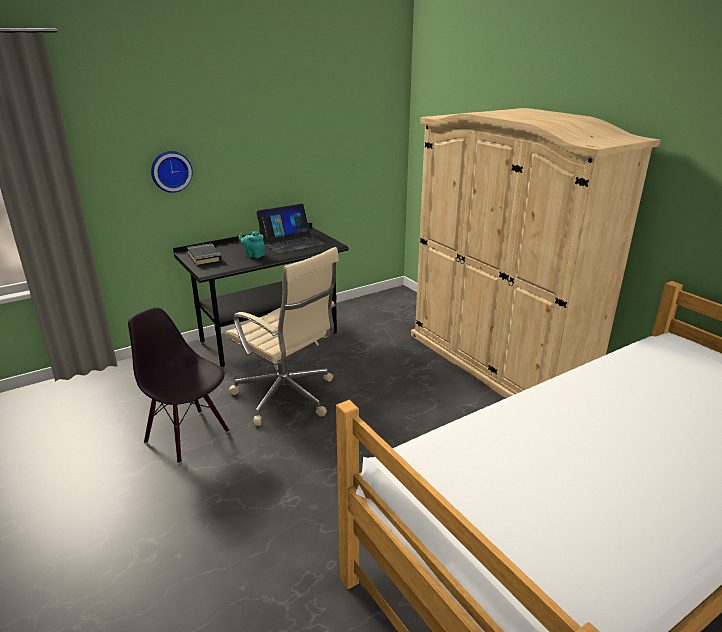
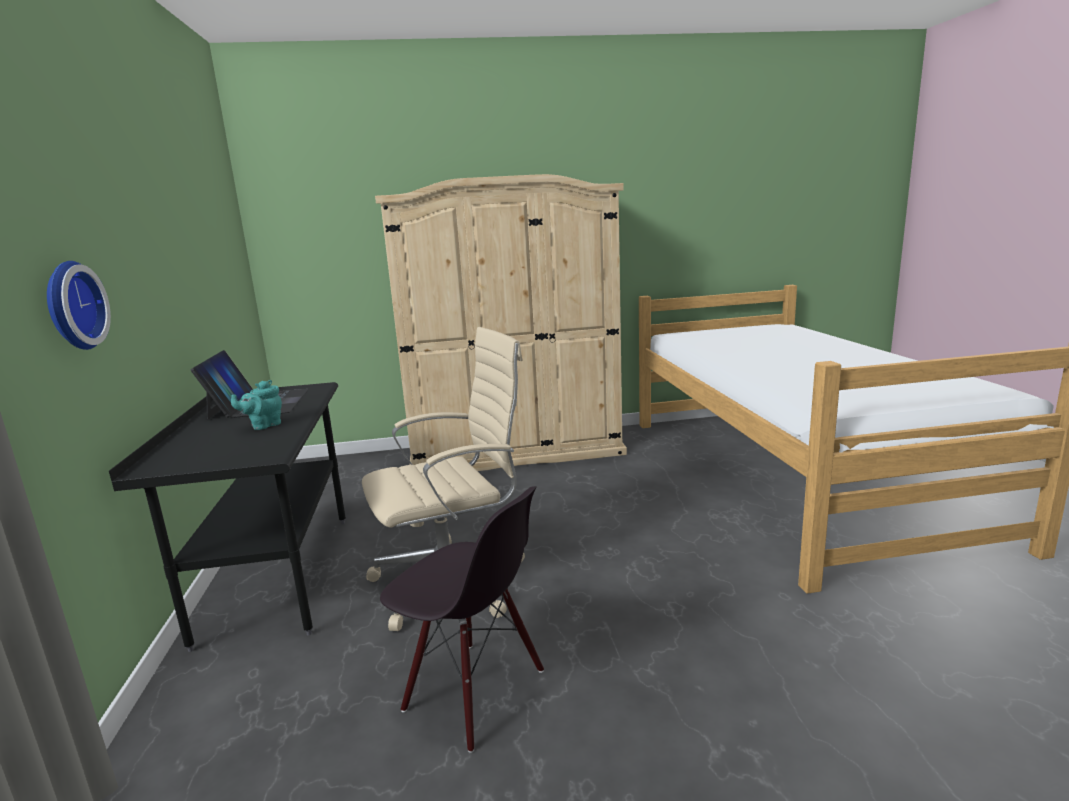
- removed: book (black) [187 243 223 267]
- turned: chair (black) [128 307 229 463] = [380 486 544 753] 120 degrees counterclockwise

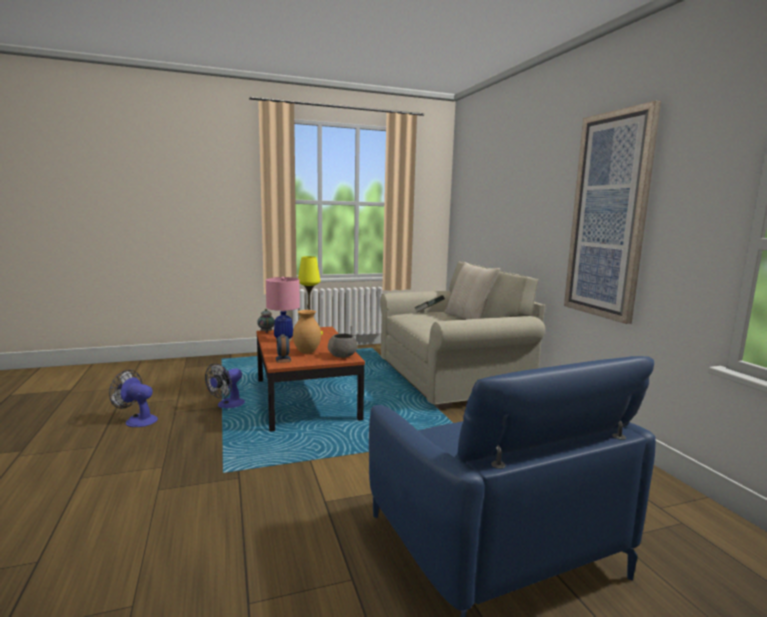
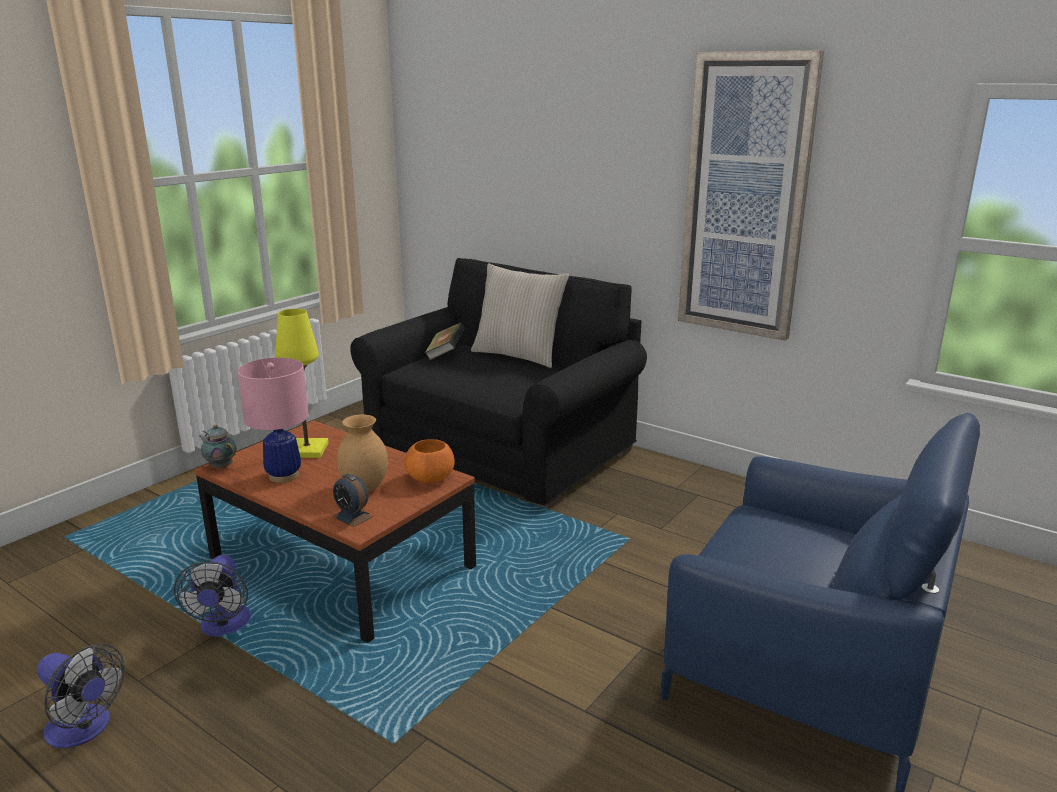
- recoloured: sofa (beige) [380 261 545 410] to sofa (black) [350 258 647 509]
- recoloured: bowl (grey) [328 334 357 358] to bowl (orange) [405 439 455 483]
- turned: fan [109 370 158 427] = [37 644 125 748] 135 degrees counterclockwise

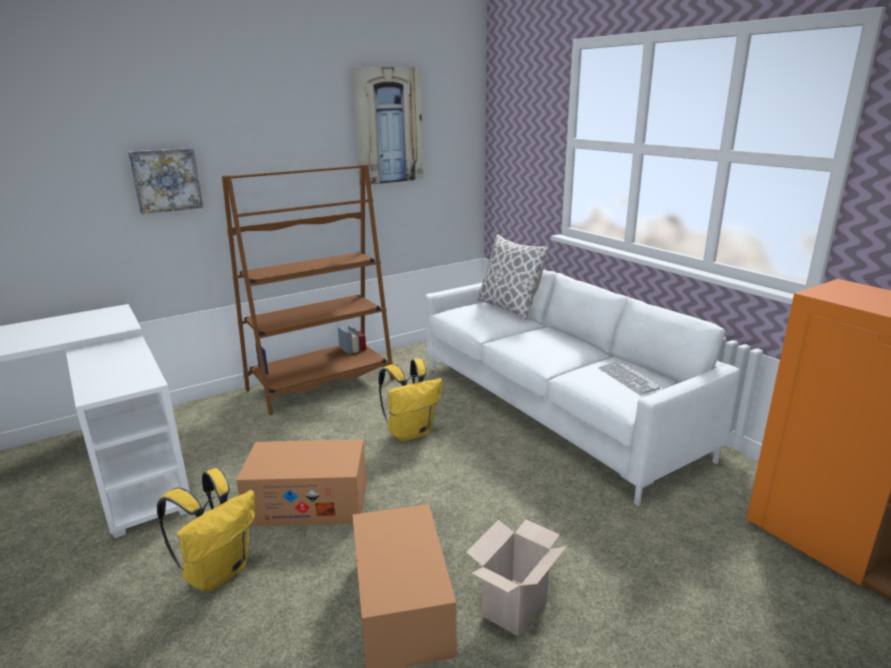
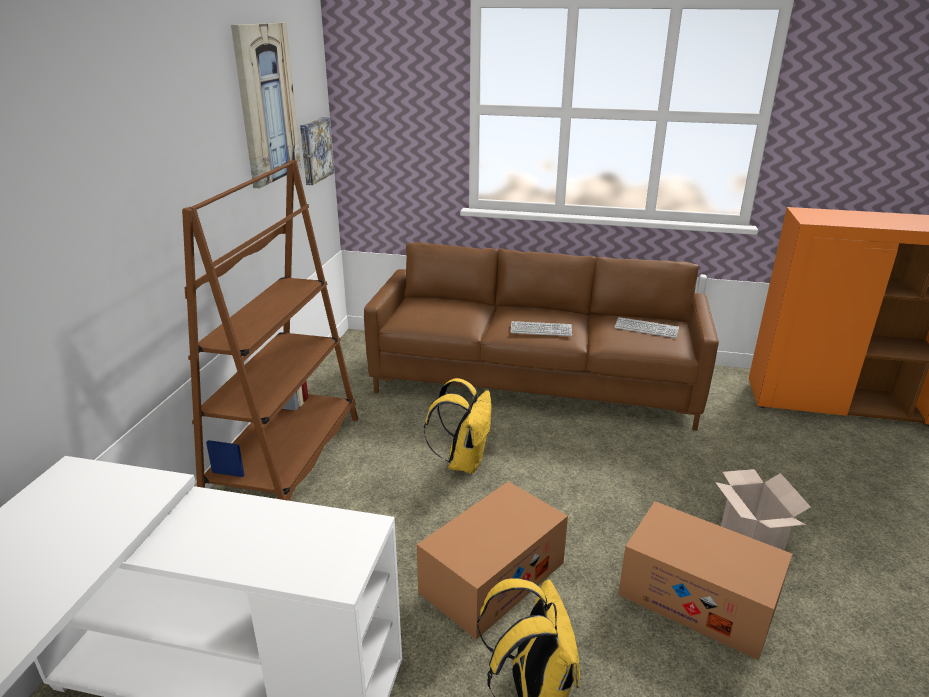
- moved: picture [128 148 203 214] to [300 117 334 185]
- removed: pillow [478 235 549 319]
- recoloured: sofa (white) [425 269 740 506] to sofa (brown) [364 242 719 431]
- added: keyboard [510 321 572 336]

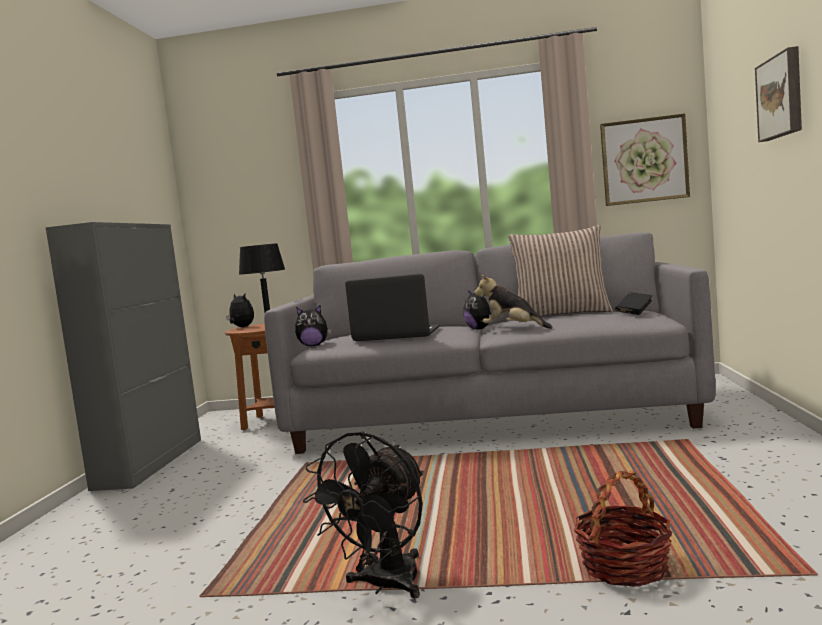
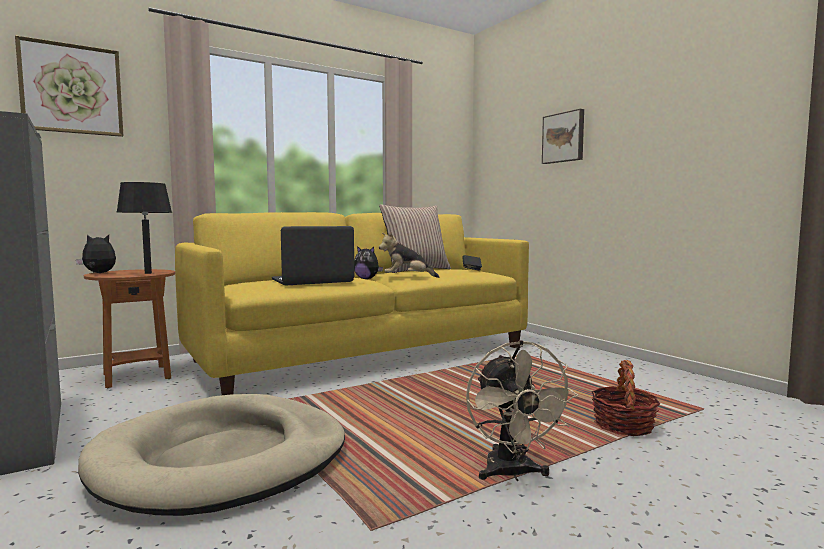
- moved: picture [600 113 690 206] to [15 35 123 137]
- recoloured: sofa (grey) [264 232 715 454] to sofa (yellow) [175 212 529 395]
- removed: plush toy [295 305 331 346]
- recoloured: fan (black) [303 431 424 599] to fan (beige) [466 340 578 481]
- added: dog bed (beige) [78 394 345 516]

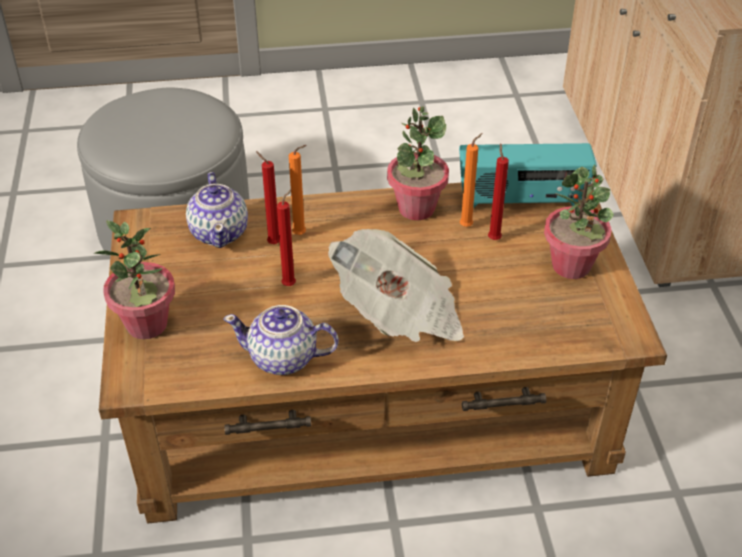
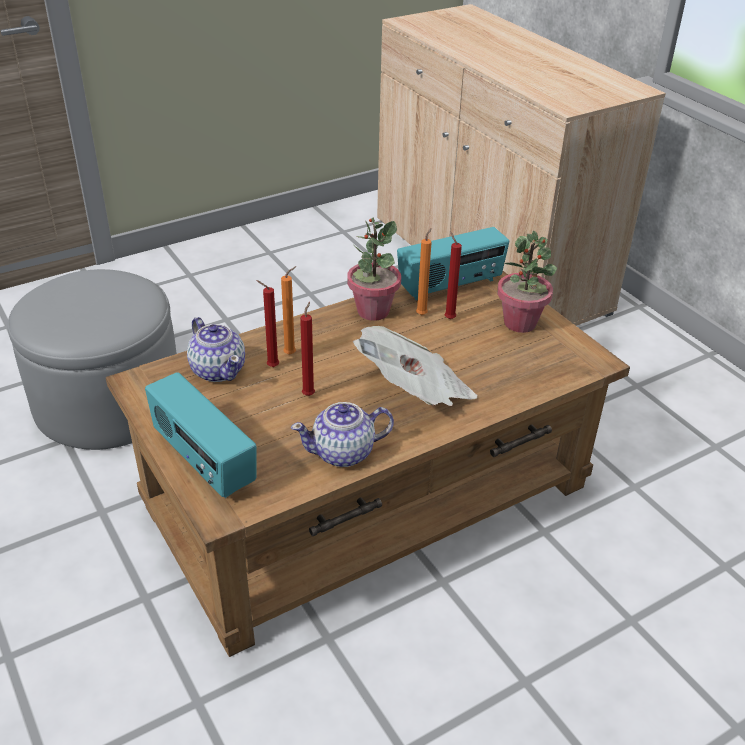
- replaced: potted plant [94 220 175 339] to radio [145 372 257 498]

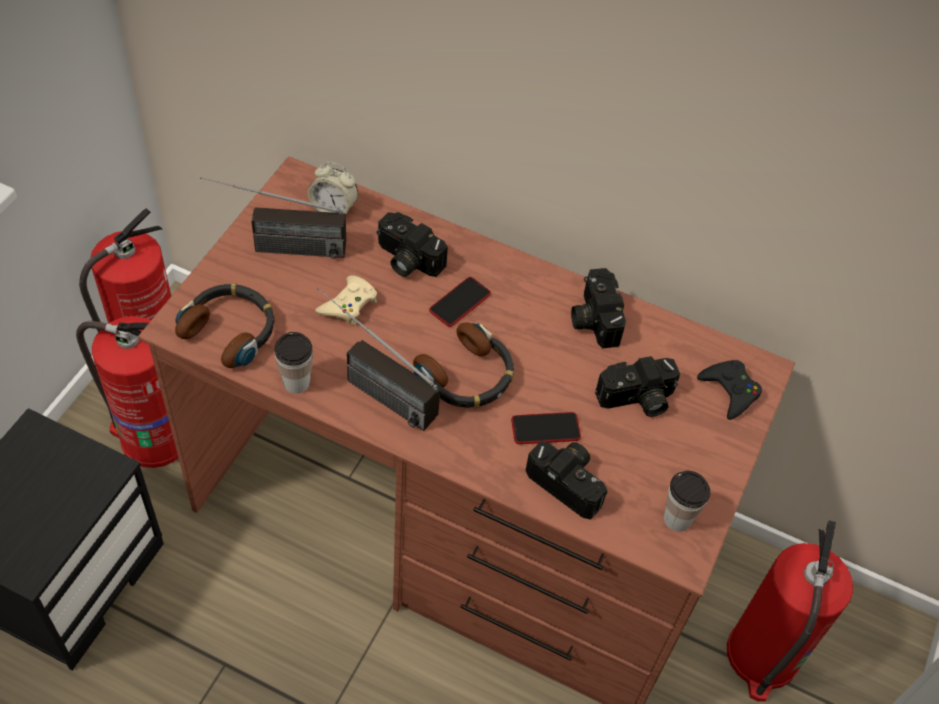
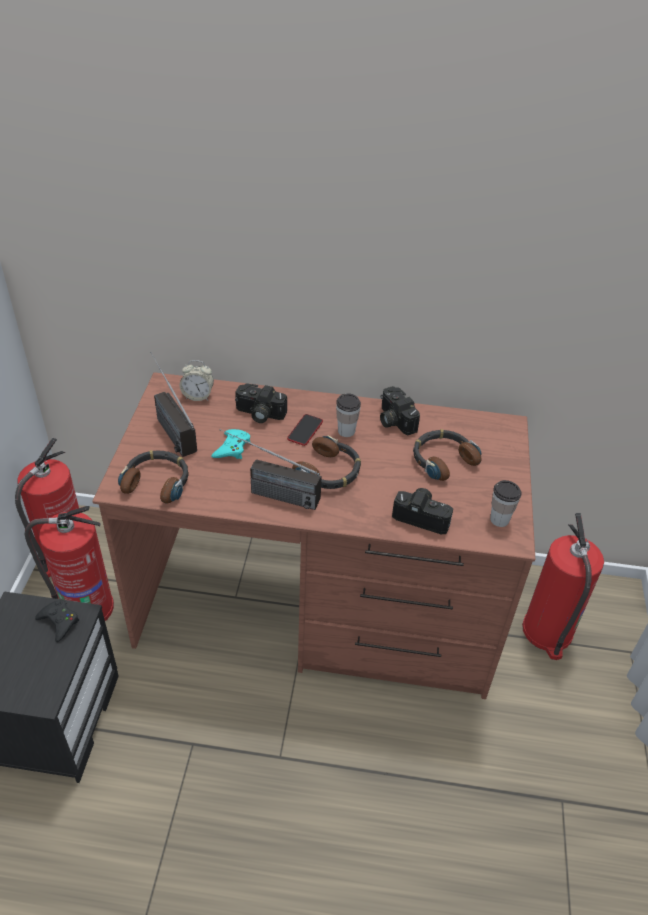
- turned: radio [200 177 346 259] = [150 352 197 457] 75 degrees clockwise
- recoloured: game controller (beige) [315 275 377 325] to game controller (turquoise) [211 429 250 459]
- moved: cup [275 332 313 394] to [336 393 361 437]
- replaced: photo camera [595 356 680 417] to headphones [413 429 481 481]
- moved: game controller (black) [697 360 762 420] to [35 599 79 642]
- removed: phone [511 412 581 444]

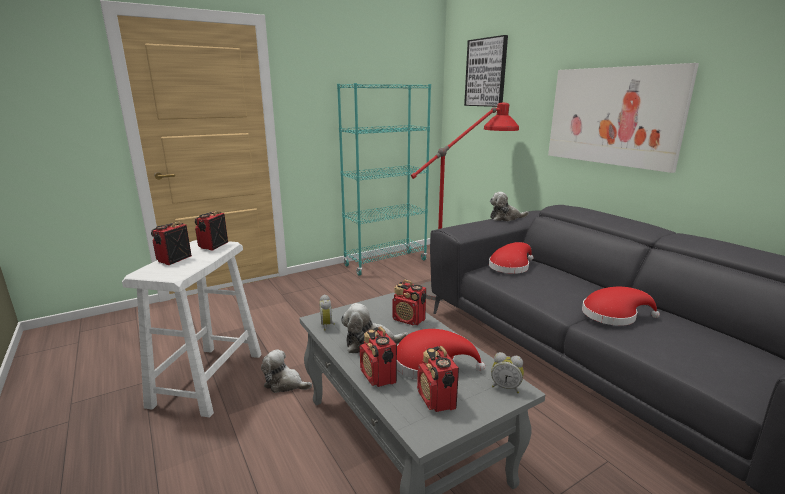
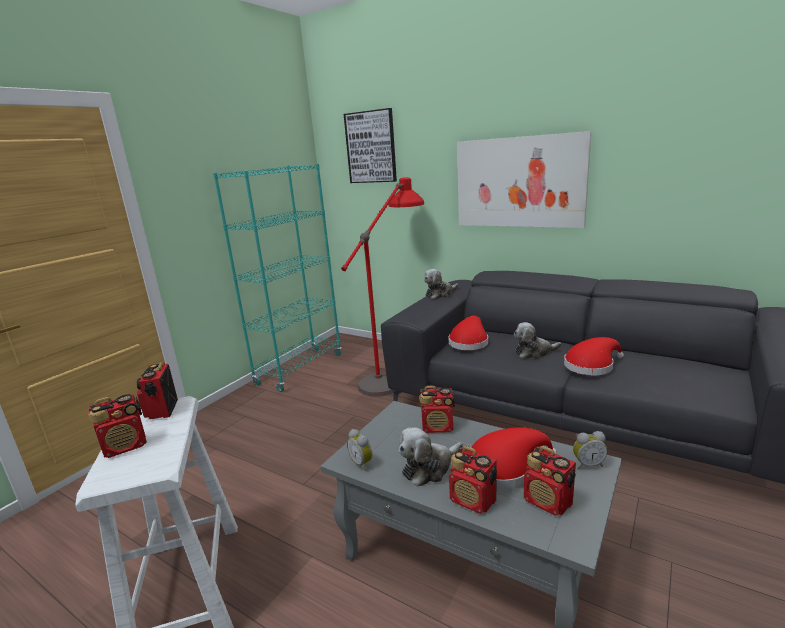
- turned: radio [151 221 192 265] = [88 394 147 458] 120 degrees counterclockwise
- moved: plush toy [261 349 312 393] to [514 322 562 359]

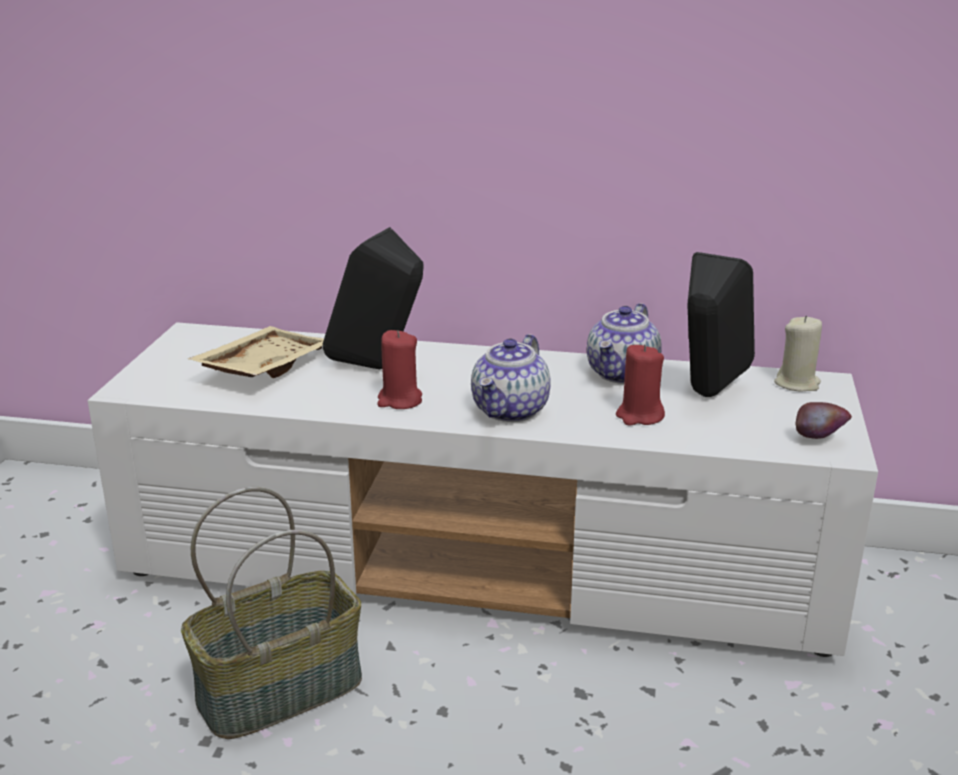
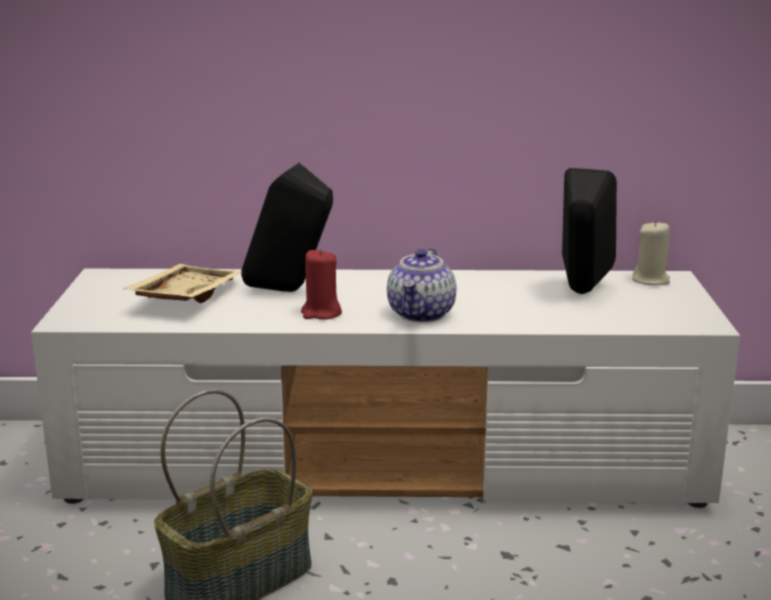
- removed: teapot [587 303 662 384]
- removed: candle (red) [616 344 665 426]
- removed: apple [795 402 852 439]

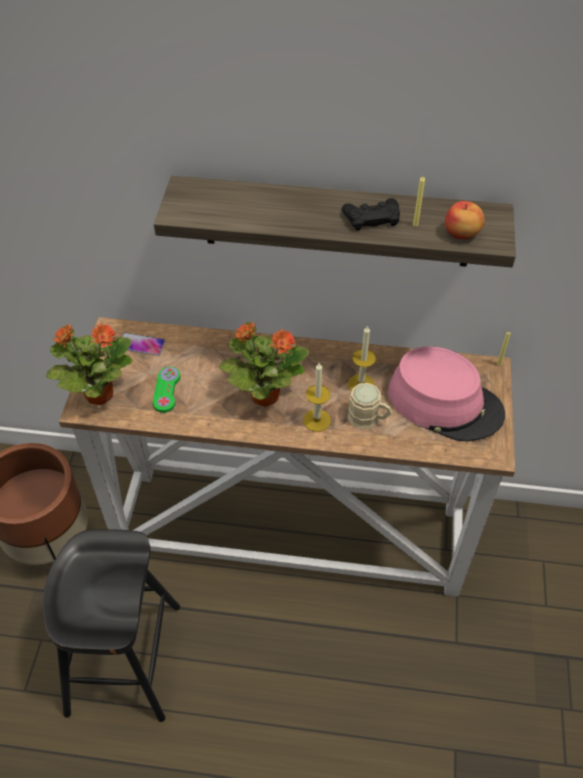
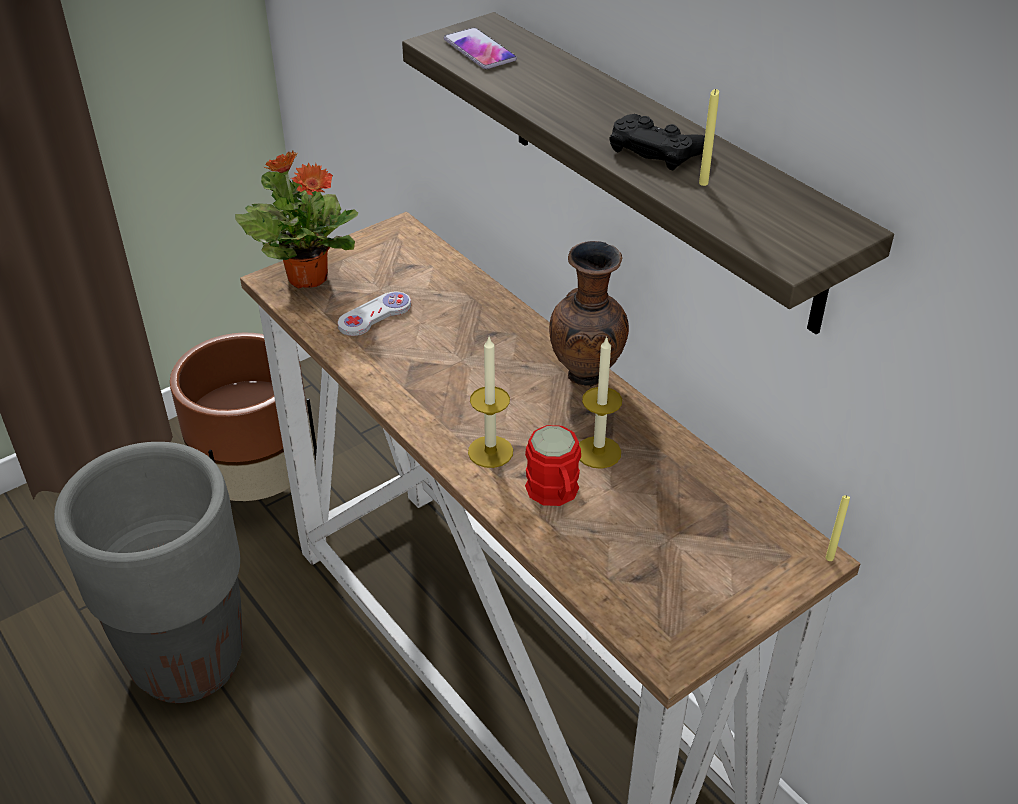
- removed: apple [445 201 485 239]
- removed: potted plant [219 322 309 407]
- moved: phone [121 333 165 356] to [444 28 517 69]
- removed: hat (pink) [388 346 505 441]
- recoloured: game controller (green) [153 367 180 413] to game controller (white) [338 292 411 336]
- recoloured: mug (beige) [348 383 392 429] to mug (red) [525 425 581 506]
- replaced: stool (black) [43 529 180 722] to planter (grey) [54 442 243 703]
- added: vase (brown) [549 241 629 387]

